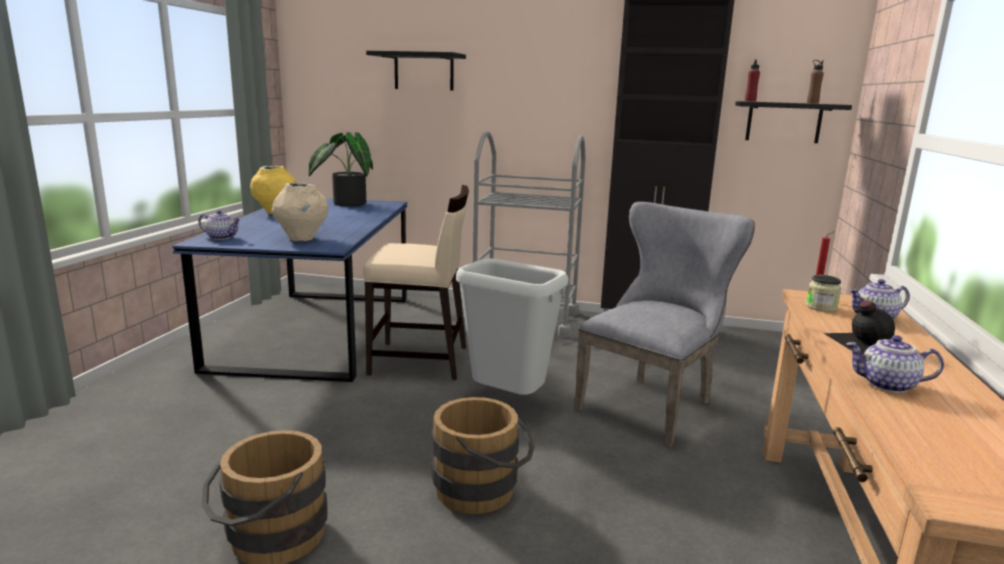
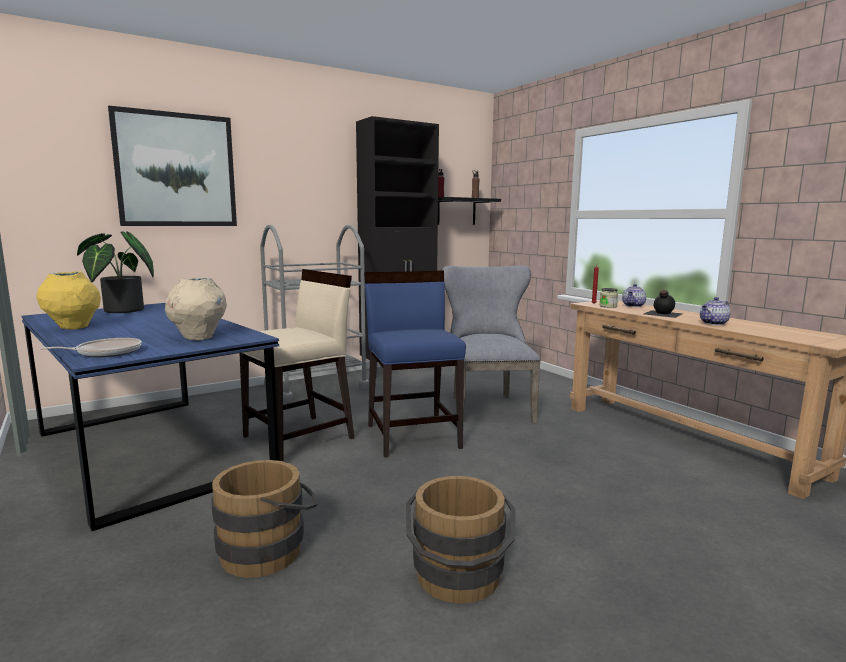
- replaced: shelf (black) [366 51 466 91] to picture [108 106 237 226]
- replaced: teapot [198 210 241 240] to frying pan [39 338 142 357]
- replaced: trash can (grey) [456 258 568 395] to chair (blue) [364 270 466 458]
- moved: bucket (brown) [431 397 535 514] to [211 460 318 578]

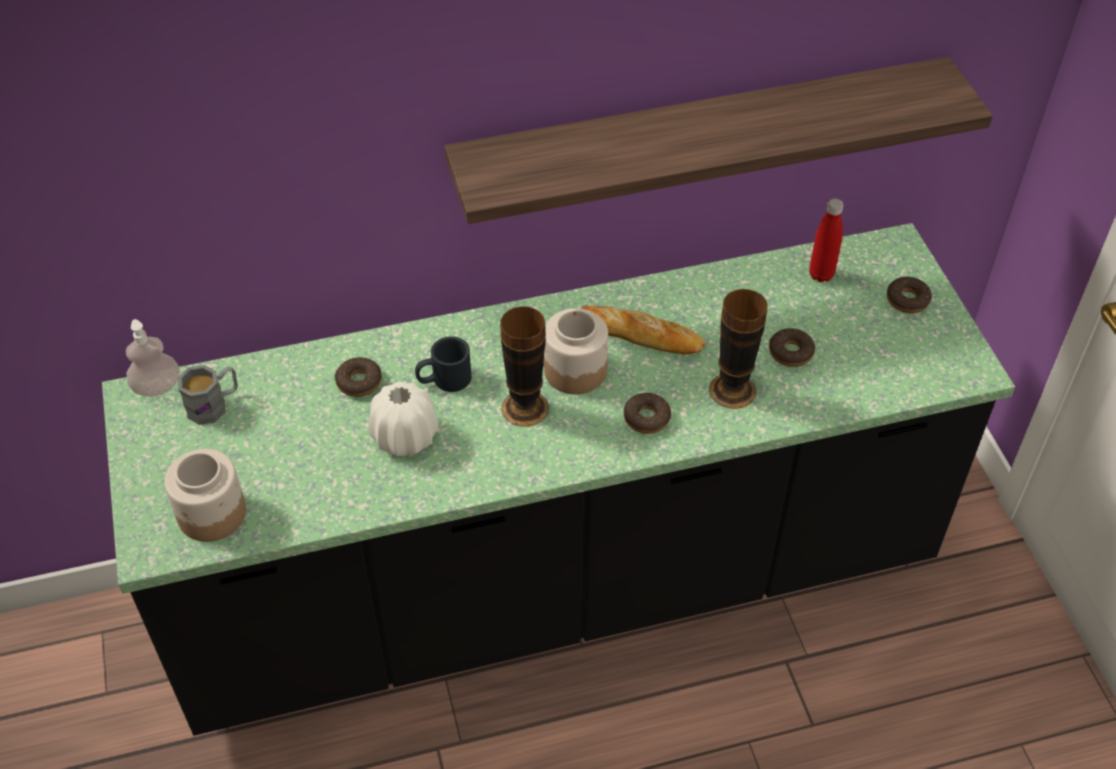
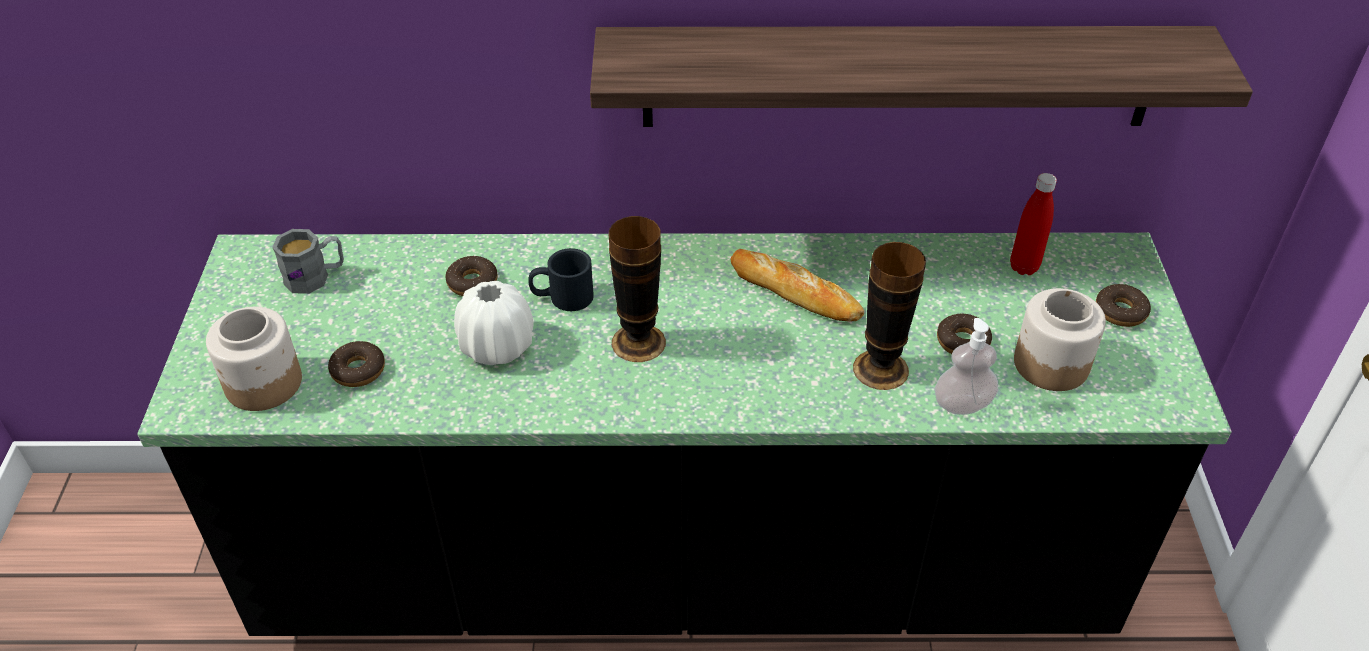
- moved: jar [544 308 608 394] to [1014 288 1106 391]
- moved: soap dispenser [126 319 180 397] to [934 318 998 415]
- moved: donut [624 393 671 434] to [328 341 385 387]

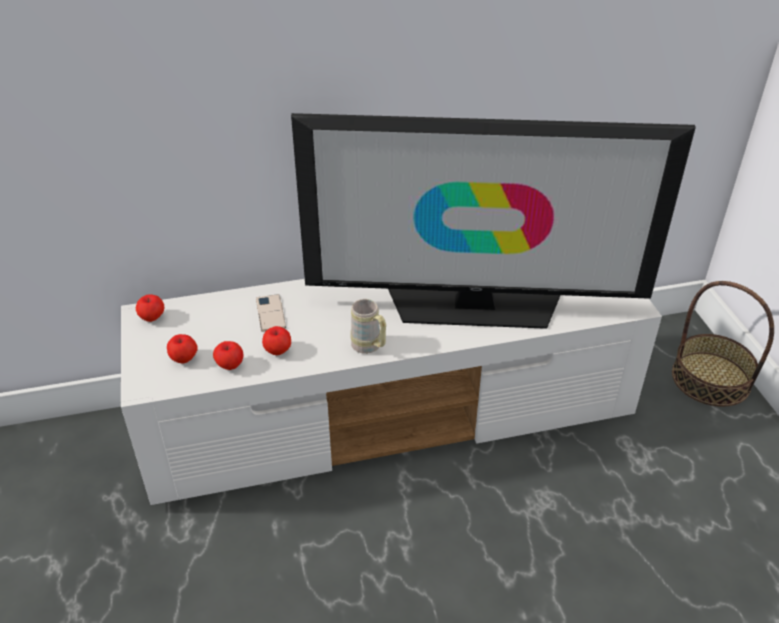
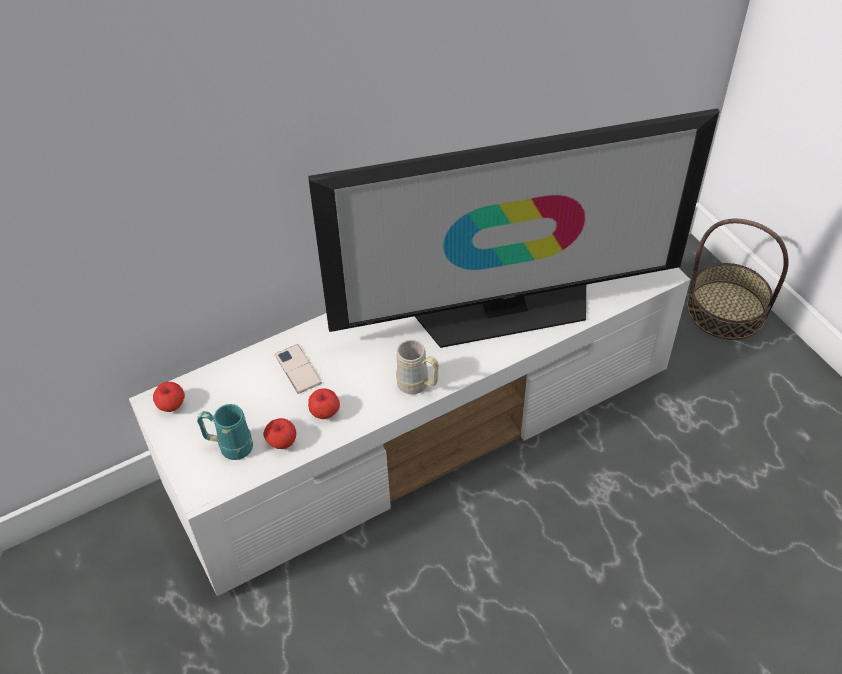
- replaced: apple [167 334 198 364] to mug (turquoise) [197 404 253 460]

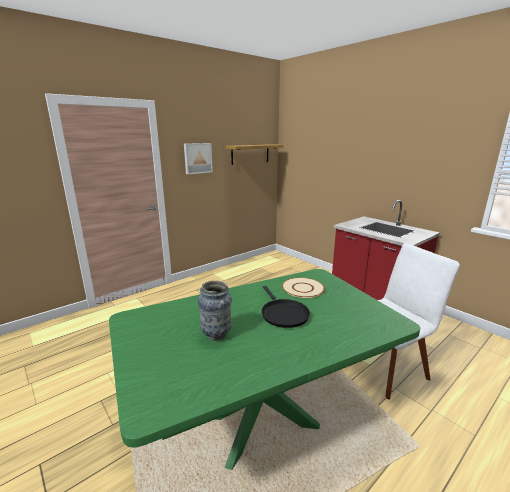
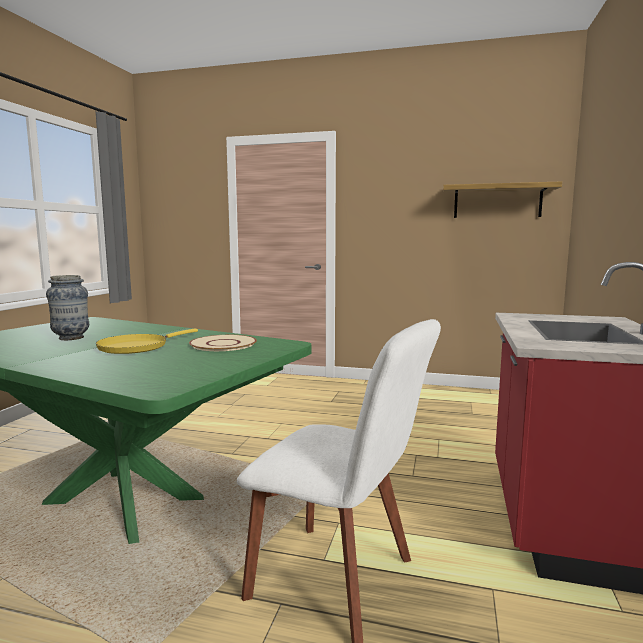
- removed: picture [184 143 213 174]
- recoloured: frying pan (black) [262 286 310 328] to frying pan (yellow) [96 329 198 354]

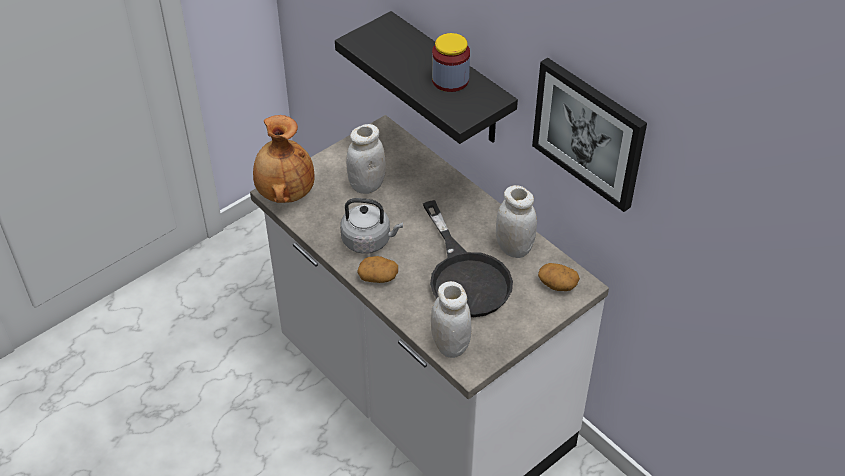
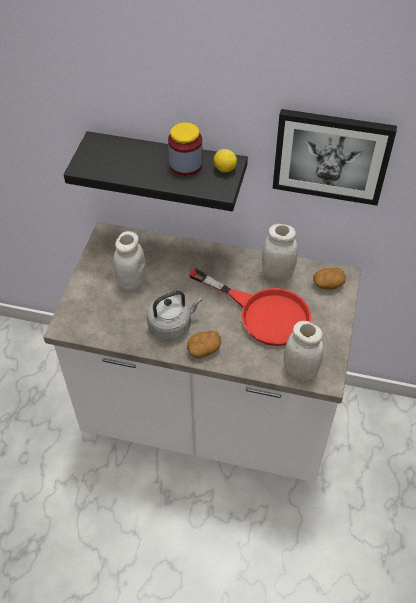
- removed: vase (brown) [253 115 314 203]
- recoloured: frying pan (black) [423 200 513 317] to frying pan (red) [189 268 311 346]
- added: lemon [214 149 237 172]

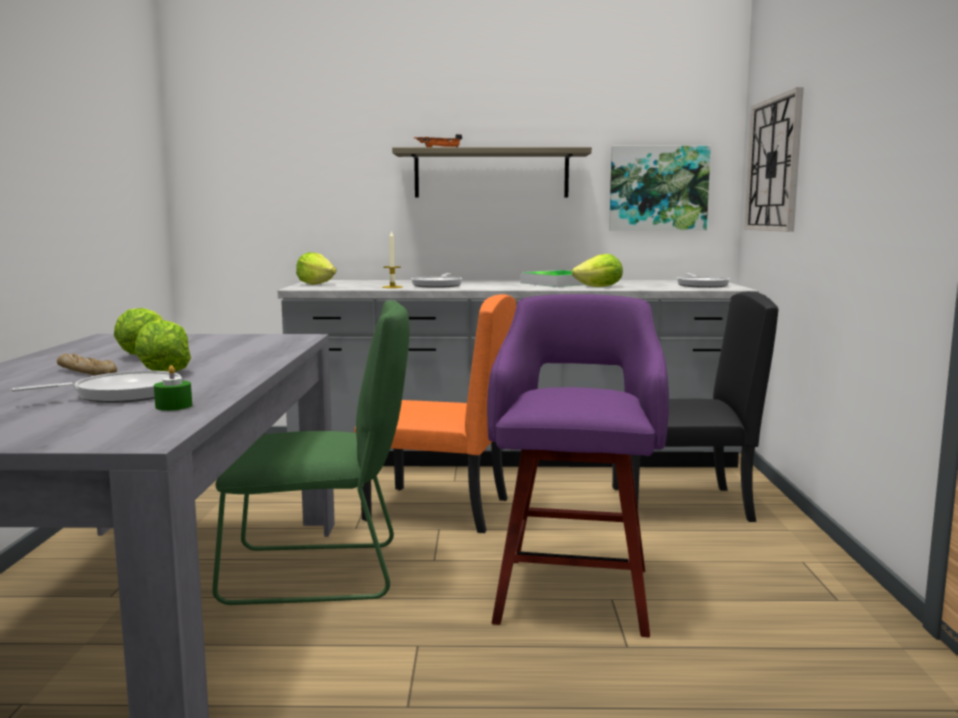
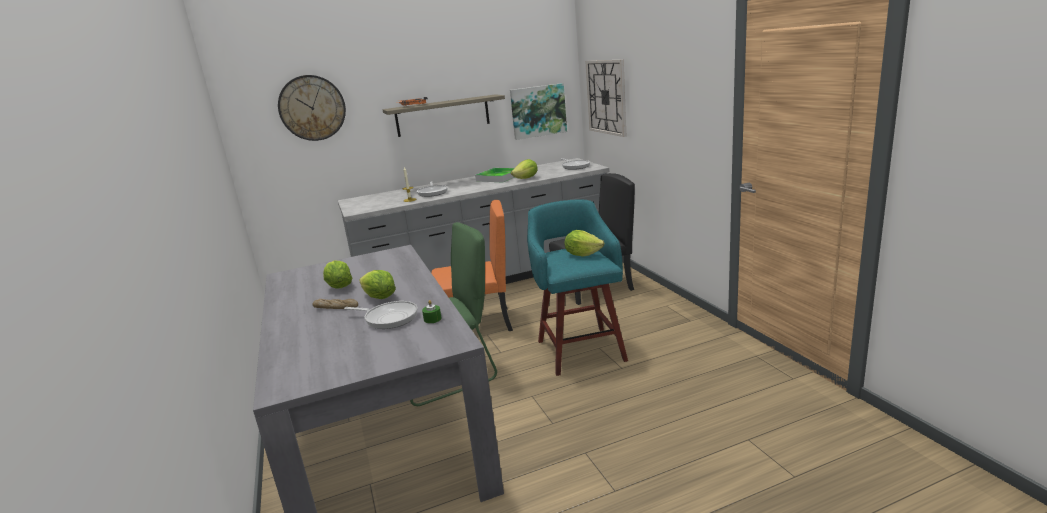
- moved: lettuce [296 252 337 285] to [564 230 605 257]
- recoloured: stool (purple) [487 294 669 637] to stool (turquoise) [527 199 628 376]
- turned: frying pan [11 371 181 403] = [344 301 418 329] 75 degrees clockwise
- added: wall clock [278 75 346 141]

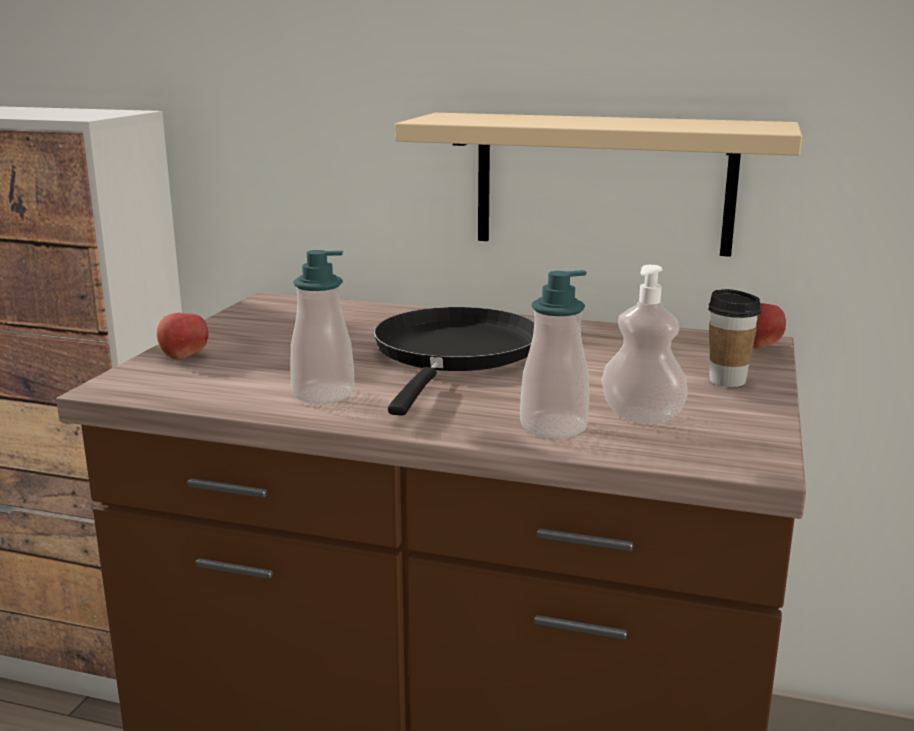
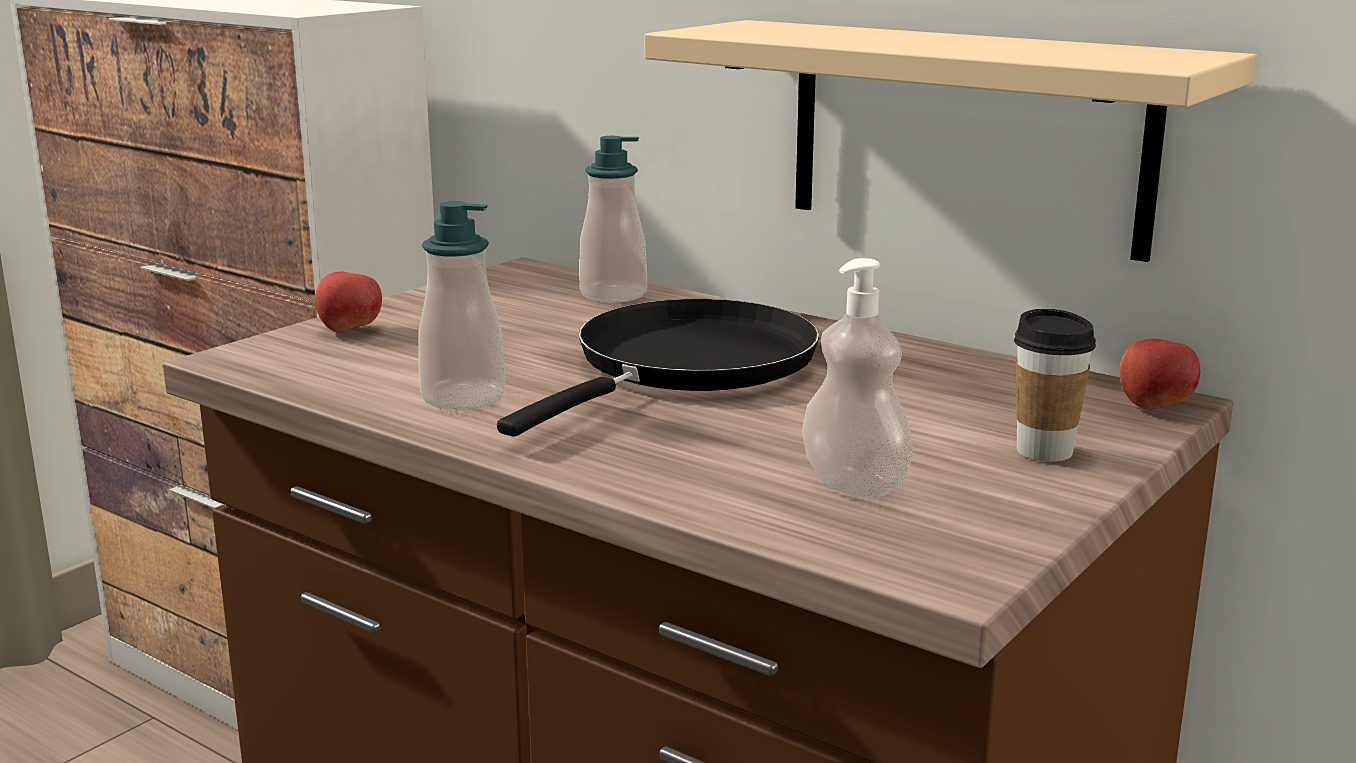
- moved: soap dispenser [520 270 589 439] to [579 136 647 303]

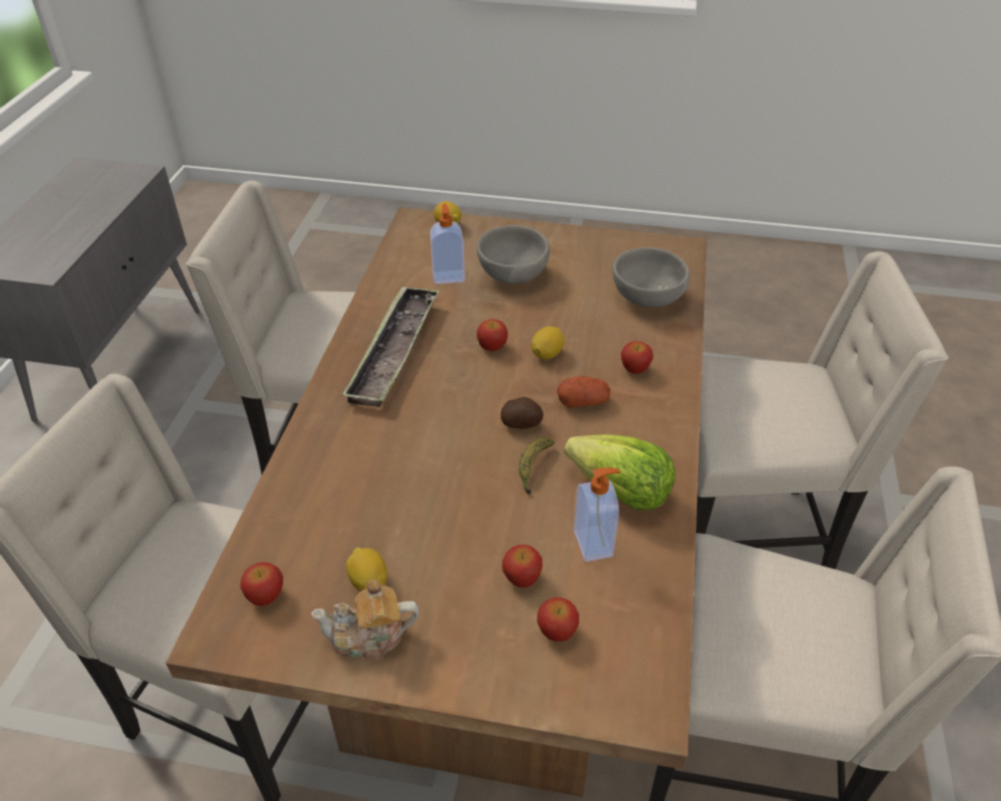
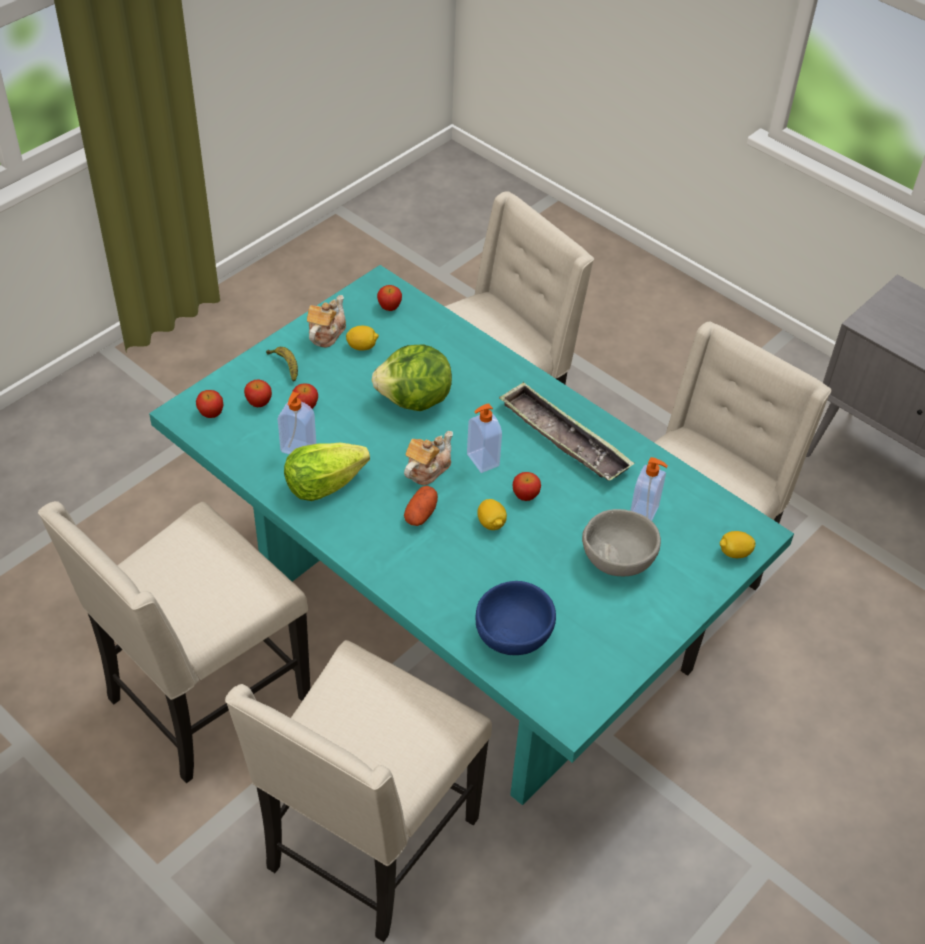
- recoloured: dining table (brown) [166 207 707 797] to dining table (turquoise) [149 265 794 805]
- recoloured: bowl (grey) [613 247 690 307] to bowl (blue) [476 581 556 655]
- moved: apple [621 341 653 374] to [196 390 224 418]
- replaced: potato [501 397 543 429] to teapot [404 431 453 485]
- moved: banana [519 438 555 495] to [266 347 298 382]
- added: lettuce [372 344 452 411]
- added: soap dispenser [467 403 502 473]

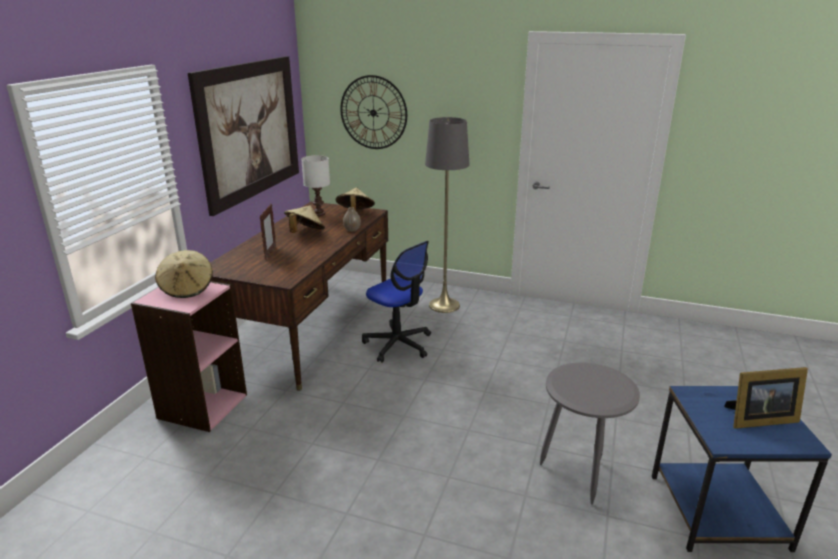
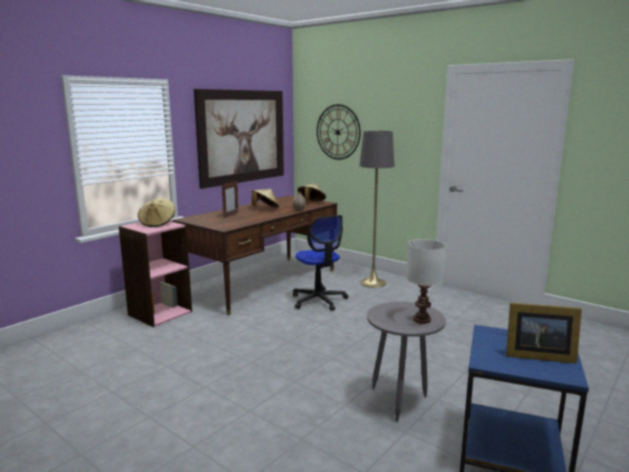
- moved: table lamp (white) [301 155 330 216] to [406 239 446 324]

